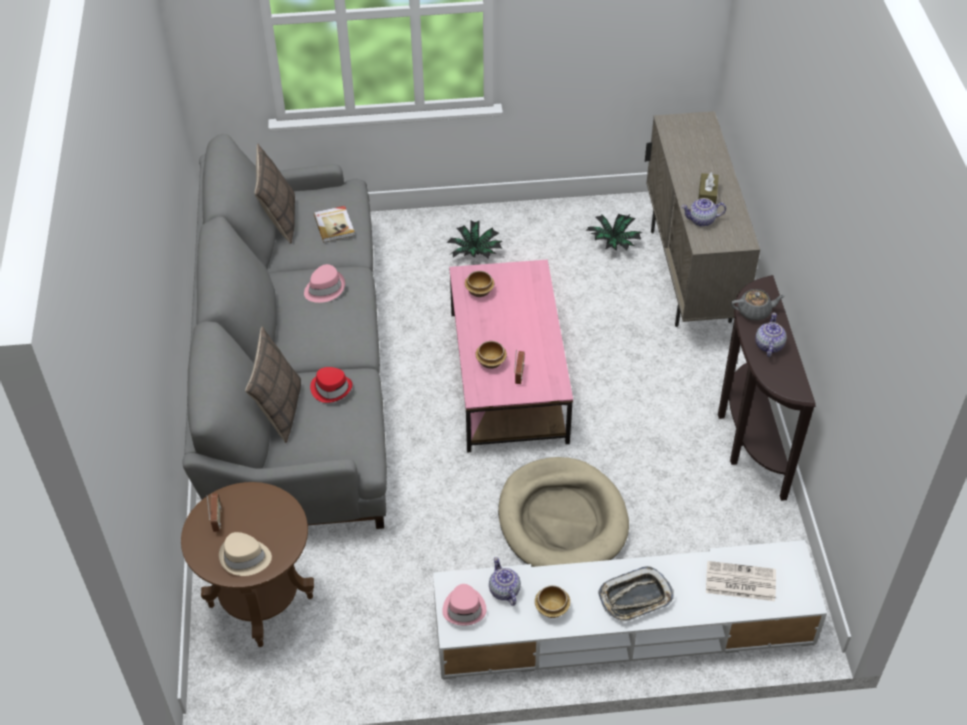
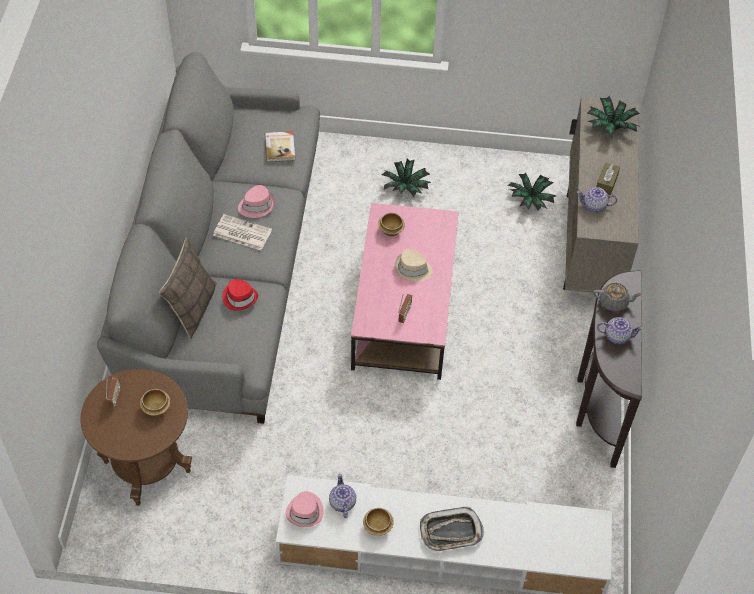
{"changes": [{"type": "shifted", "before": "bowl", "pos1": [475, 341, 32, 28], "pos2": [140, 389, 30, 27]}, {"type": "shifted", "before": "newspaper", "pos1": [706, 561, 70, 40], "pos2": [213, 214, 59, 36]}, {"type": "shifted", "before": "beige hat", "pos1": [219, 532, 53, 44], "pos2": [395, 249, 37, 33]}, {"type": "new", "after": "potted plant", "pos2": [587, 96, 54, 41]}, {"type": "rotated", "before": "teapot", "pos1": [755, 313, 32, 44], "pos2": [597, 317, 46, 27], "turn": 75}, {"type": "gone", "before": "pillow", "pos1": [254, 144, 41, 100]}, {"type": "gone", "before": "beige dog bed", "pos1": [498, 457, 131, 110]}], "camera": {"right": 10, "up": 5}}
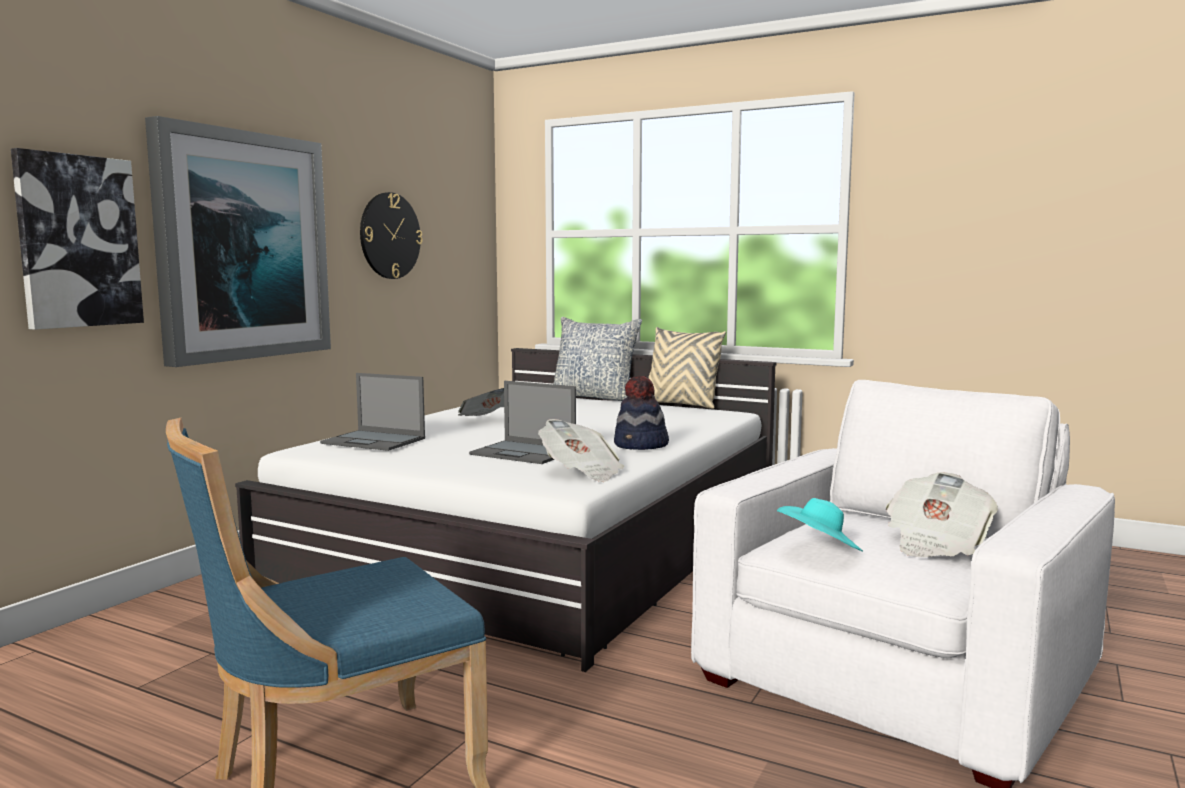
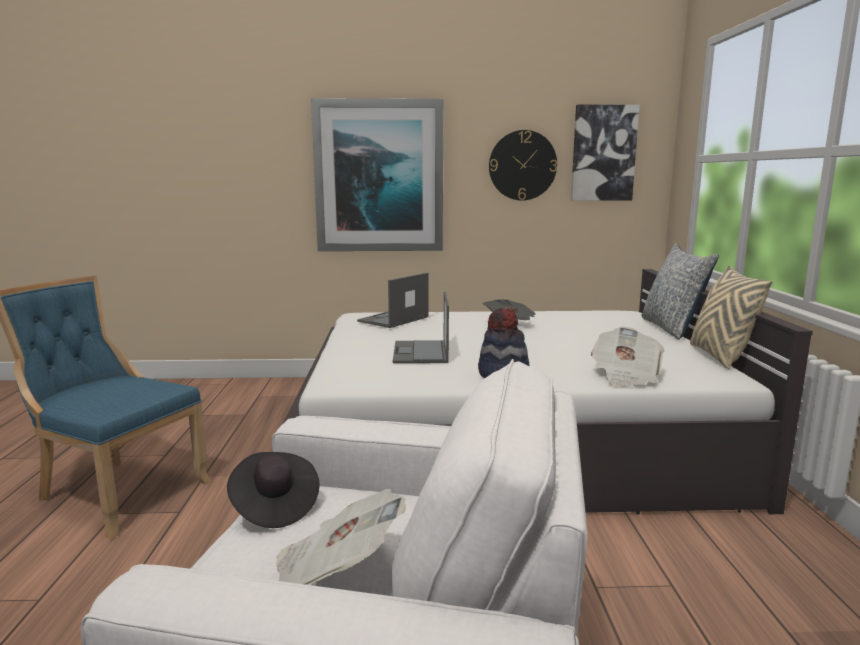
{"changes": [{"type": "repainted", "before": "turquoise hat", "after": "black hat", "pos1": [777, 498, 86, 54], "pos2": [227, 452, 92, 76]}, {"type": "rotated", "before": "laptop", "pos1": [320, 373, 105, 78], "pos2": [357, 273, 72, 55], "turn": 45}, {"type": "shifted", "before": "picture", "pos1": [11, 148, 133, 182], "pos2": [571, 104, 69, 96]}, {"type": "shifted", "before": "newspaper", "pos1": [538, 419, 86, 63], "pos2": [591, 327, 73, 60]}], "camera": {"right": 60, "up": 5}}
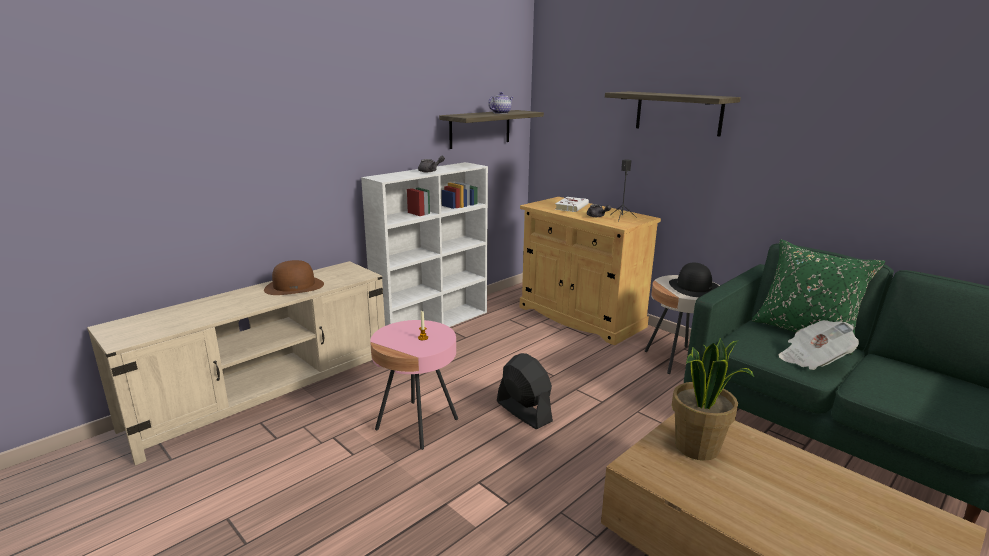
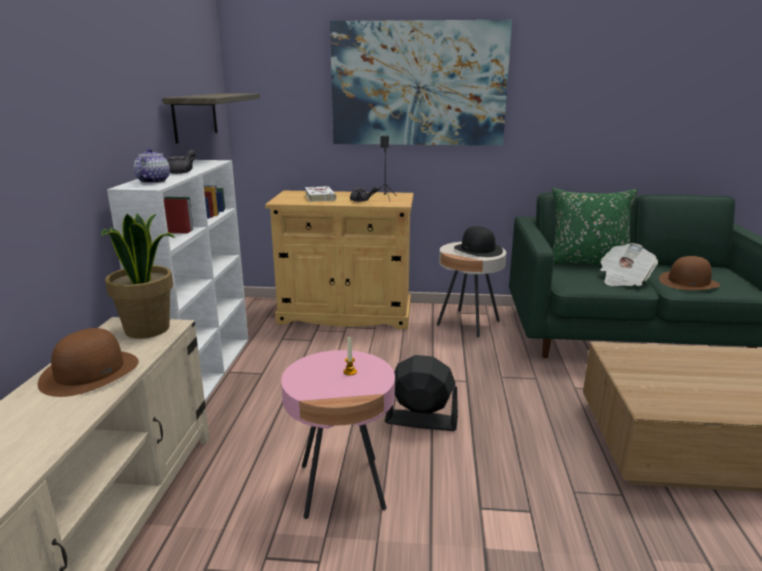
{"changes": [{"type": "shifted", "before": "potted plant", "pos1": [672, 338, 82, 123], "pos2": [101, 213, 74, 126]}, {"type": "shifted", "before": "teapot", "pos1": [488, 92, 25, 22], "pos2": [133, 148, 37, 35]}, {"type": "swapped", "before": "shelf", "after": "picture", "pos1": [605, 92, 136, 44], "pos2": [330, 20, 182, 126]}, {"type": "new", "after": "brown hat", "pos2": [659, 256, 61, 34]}], "camera": {"right": -40, "up": 0}}
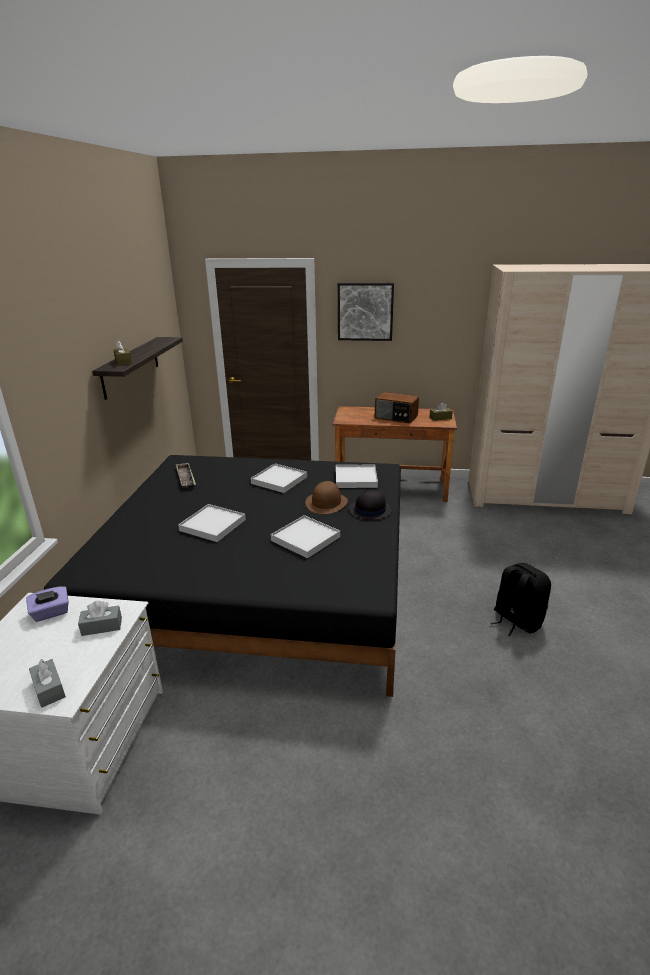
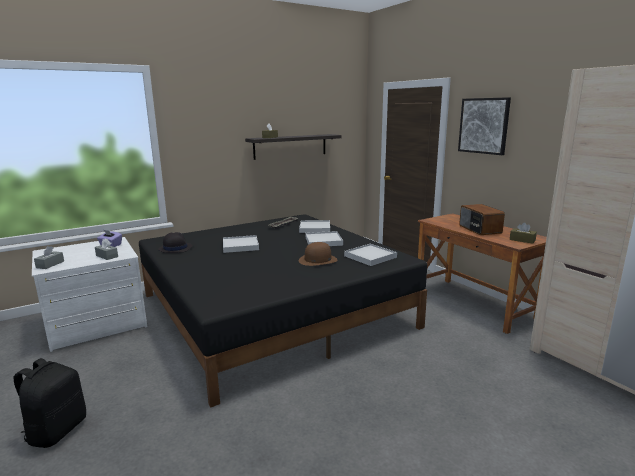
{"changes": [{"type": "shifted", "before": "black backpack", "pos1": [490, 563, 61, 74], "pos2": [14, 358, 72, 90]}, {"type": "shifted", "before": "black hat", "pos1": [349, 490, 43, 30], "pos2": [158, 232, 35, 21]}, {"type": "shifted", "before": "white tray", "pos1": [271, 515, 69, 44], "pos2": [299, 220, 31, 13]}], "camera": {"right": 50, "up": -10}}
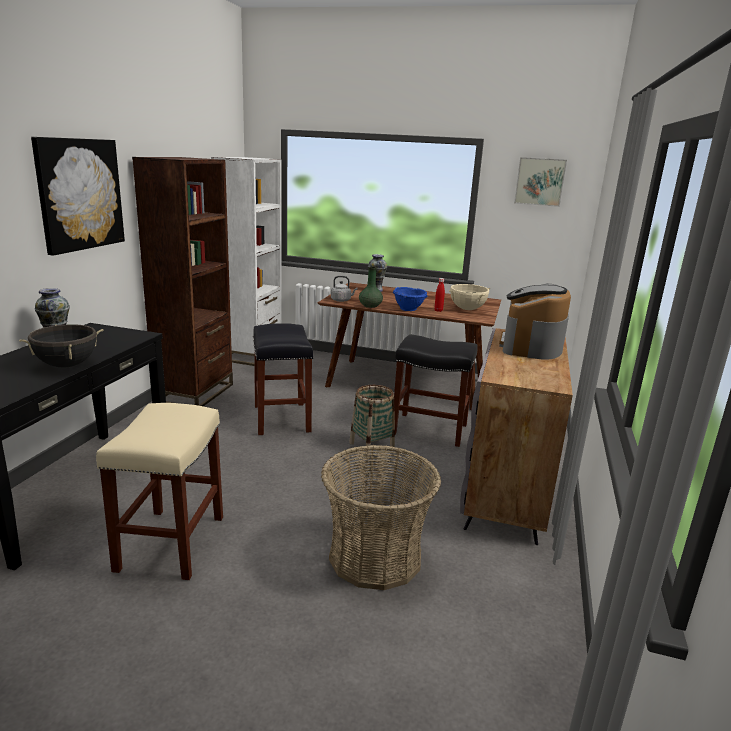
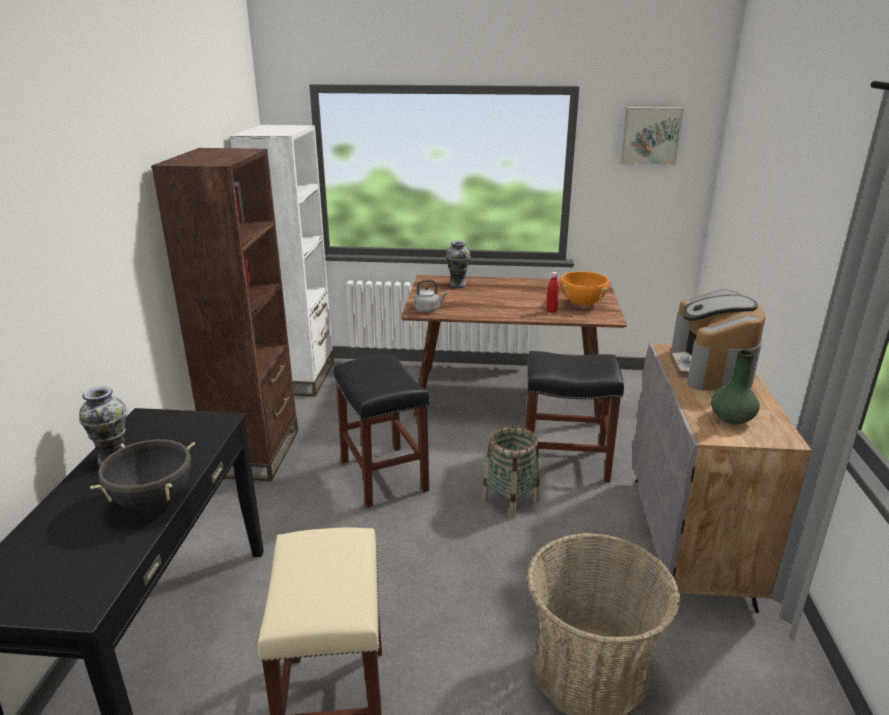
{"changes": [{"type": "repainted", "before": "beige cooking pot", "after": "orange cooking pot", "pos1": [449, 284, 41, 26], "pos2": [561, 271, 48, 35]}, {"type": "shifted", "before": "green vase", "pos1": [359, 267, 24, 41], "pos2": [711, 350, 49, 75]}, {"type": "gone", "before": "picture", "pos1": [31, 137, 94, 119]}, {"type": "gone", "before": "blue bowl", "pos1": [393, 287, 35, 24]}], "camera": {"right": -10, "up": 5}}
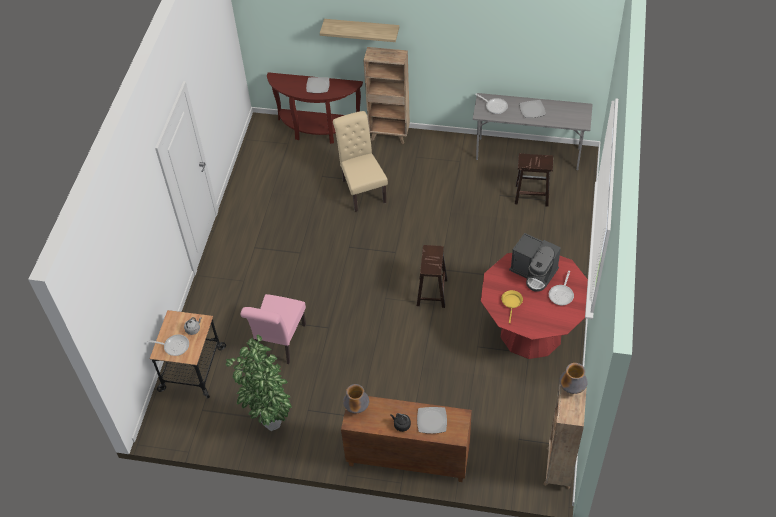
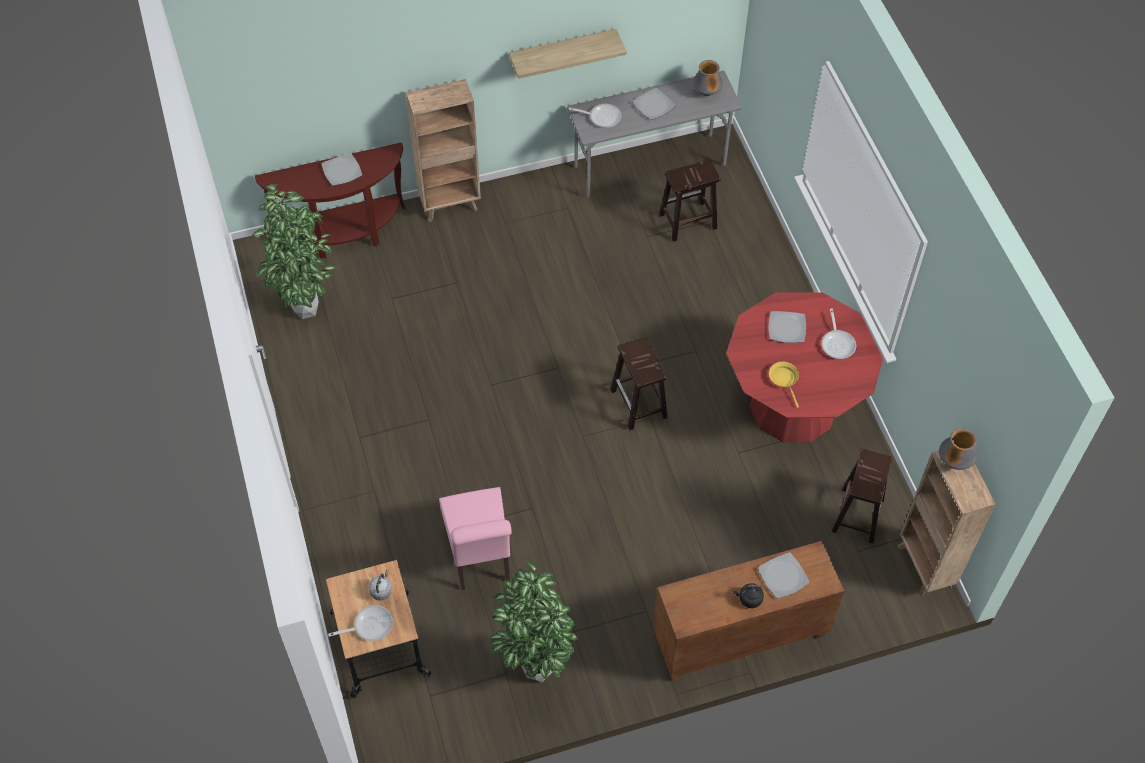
{"changes": [{"type": "new", "after": "potted plant", "pos2": [252, 184, 86, 135]}, {"type": "shifted", "before": "shelf", "pos1": [320, 19, 79, 23], "pos2": [509, 29, 118, 50]}, {"type": "shifted", "before": "vase", "pos1": [343, 384, 26, 29], "pos2": [693, 60, 30, 36]}, {"type": "swapped", "before": "coffee machine", "after": "plate", "pos1": [509, 233, 52, 59], "pos2": [768, 311, 38, 32]}, {"type": "new", "after": "brown stool", "pos2": [831, 449, 61, 95]}, {"type": "gone", "before": "beige chair", "pos1": [333, 111, 55, 101]}], "camera": {"right": -30, "up": 5}}
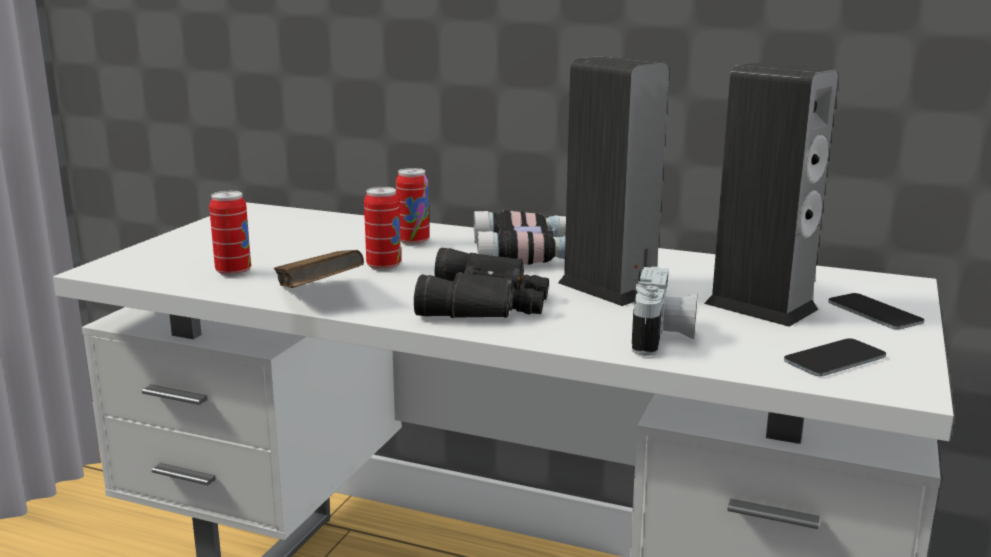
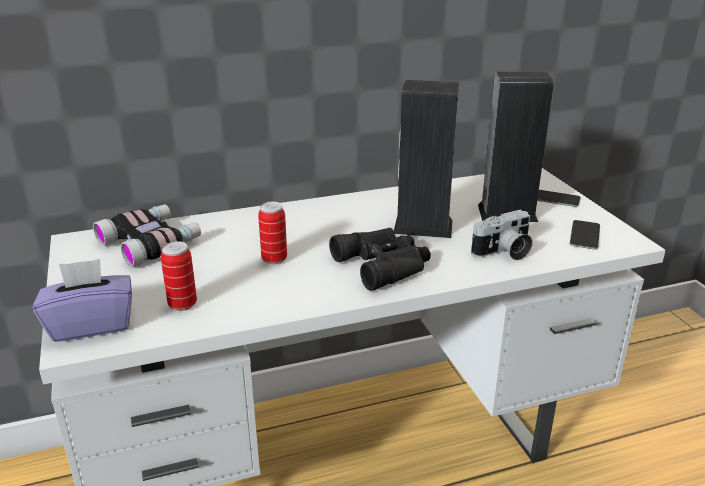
{"changes": [{"type": "new", "after": "purple tissue box", "pos2": [33, 259, 99, 83]}, {"type": "shifted", "before": "binoculars", "pos1": [474, 210, 92, 55], "pos2": [93, 204, 108, 64]}, {"type": "rotated", "before": "photo camera", "pos1": [632, 266, 66, 90], "pos2": [471, 210, 61, 50], "turn": 90}, {"type": "gone", "before": "brown book", "pos1": [274, 250, 90, 38]}, {"type": "gone", "before": "can", "pos1": [396, 168, 33, 77]}], "camera": {"right": -40, "up": 10}}
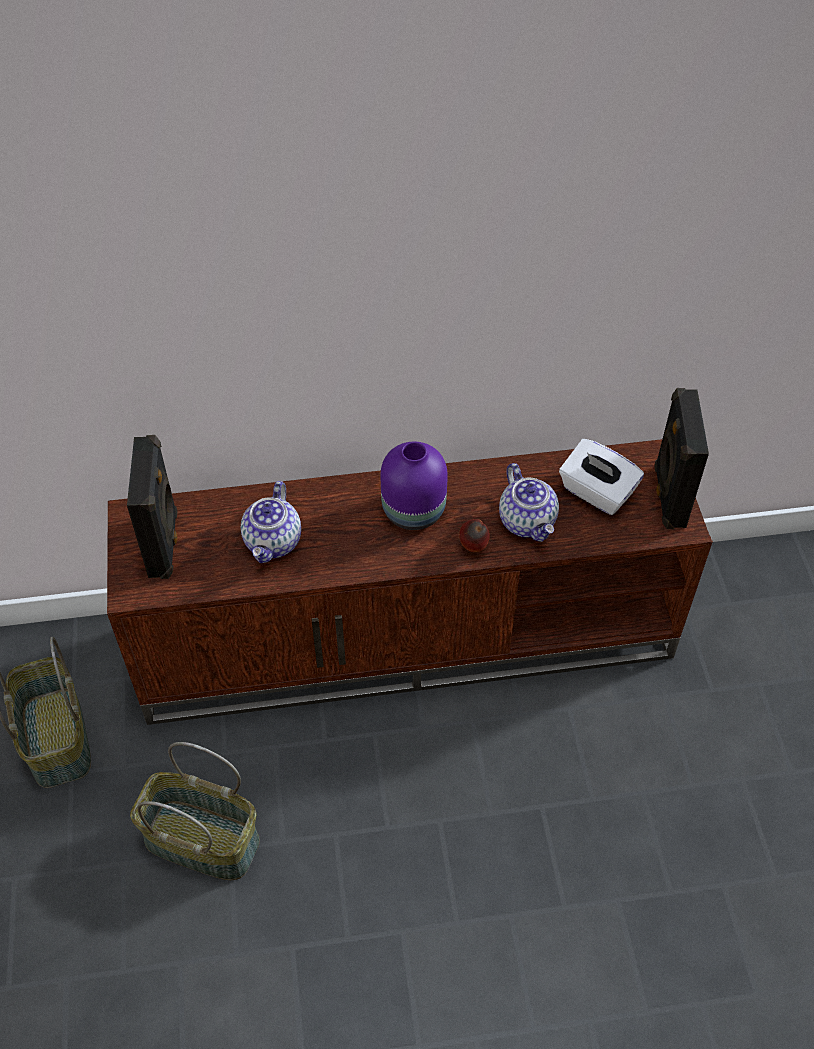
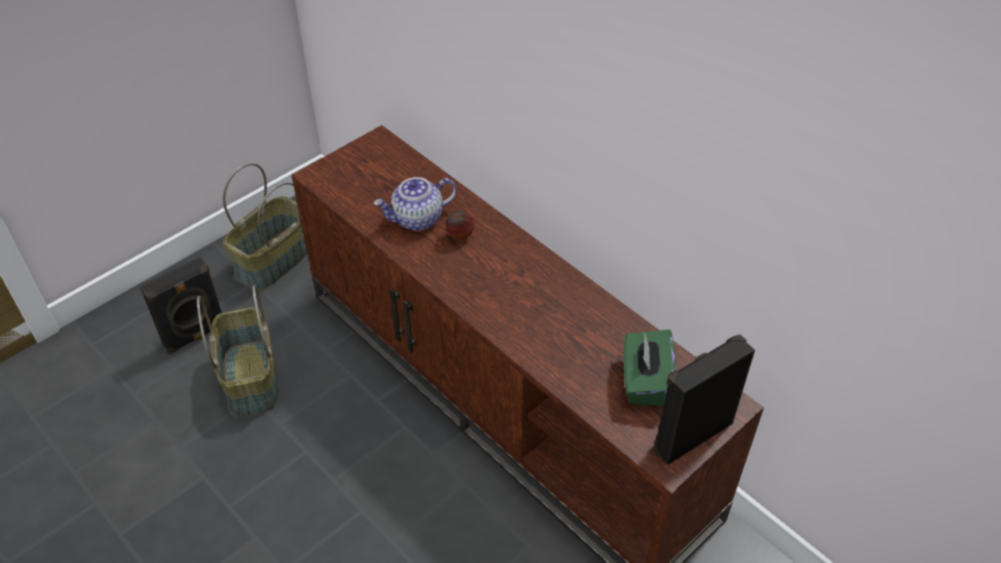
{"changes": [{"type": "shifted", "before": "black speaker", "pos1": [127, 435, 50, 144], "pos2": [140, 257, 82, 98]}, {"type": "shifted", "before": "apple", "pos1": [459, 519, 31, 33], "pos2": [446, 210, 28, 30]}, {"type": "repainted", "before": "white tissue box", "after": "green tissue box", "pos1": [559, 439, 85, 76], "pos2": [624, 329, 52, 77]}, {"type": "gone", "before": "purple vase", "pos1": [381, 442, 67, 88]}, {"type": "gone", "before": "teapot", "pos1": [499, 463, 60, 79]}], "camera": {"right": 55, "up": -5}}
